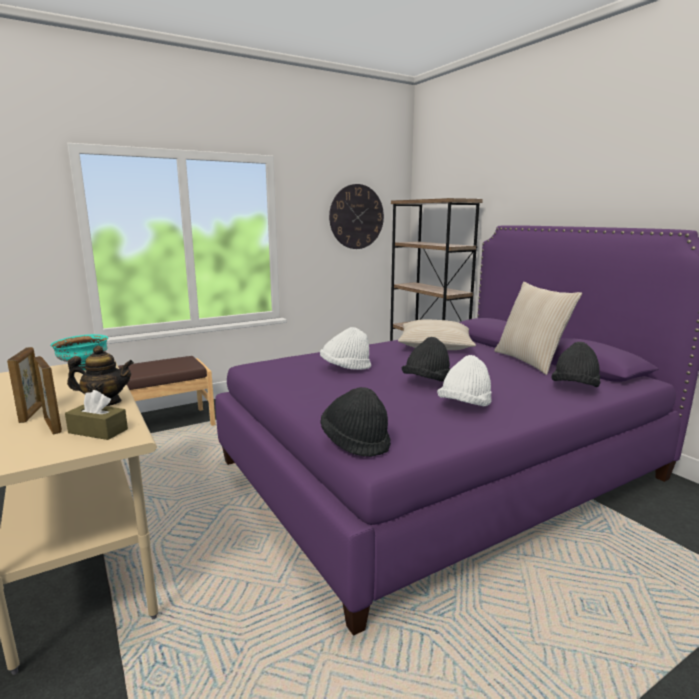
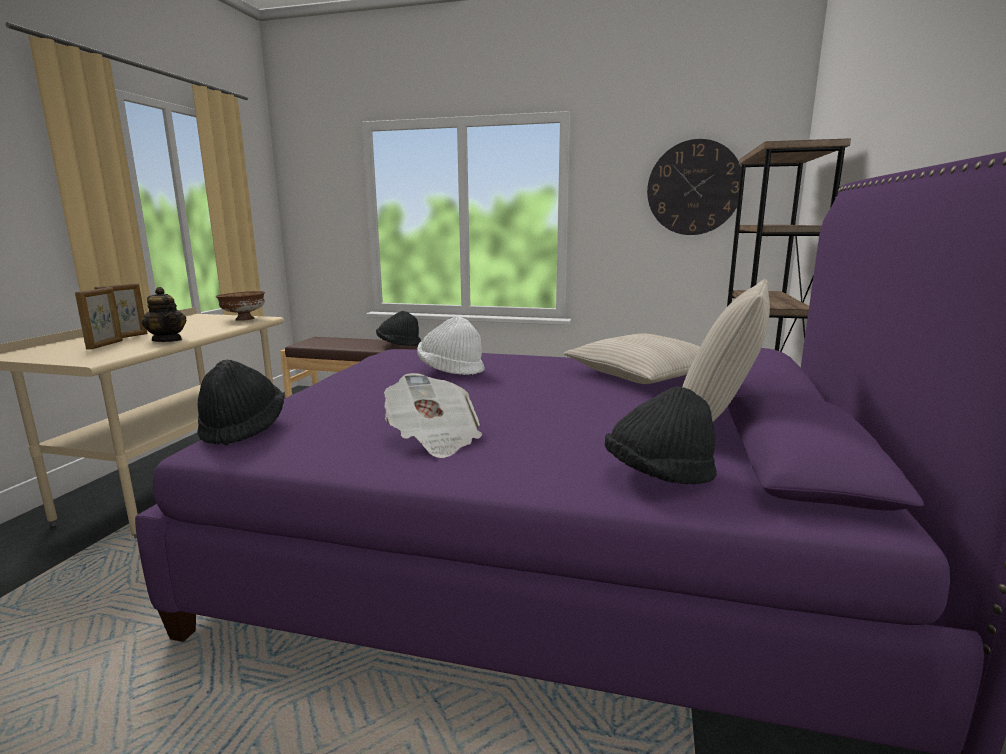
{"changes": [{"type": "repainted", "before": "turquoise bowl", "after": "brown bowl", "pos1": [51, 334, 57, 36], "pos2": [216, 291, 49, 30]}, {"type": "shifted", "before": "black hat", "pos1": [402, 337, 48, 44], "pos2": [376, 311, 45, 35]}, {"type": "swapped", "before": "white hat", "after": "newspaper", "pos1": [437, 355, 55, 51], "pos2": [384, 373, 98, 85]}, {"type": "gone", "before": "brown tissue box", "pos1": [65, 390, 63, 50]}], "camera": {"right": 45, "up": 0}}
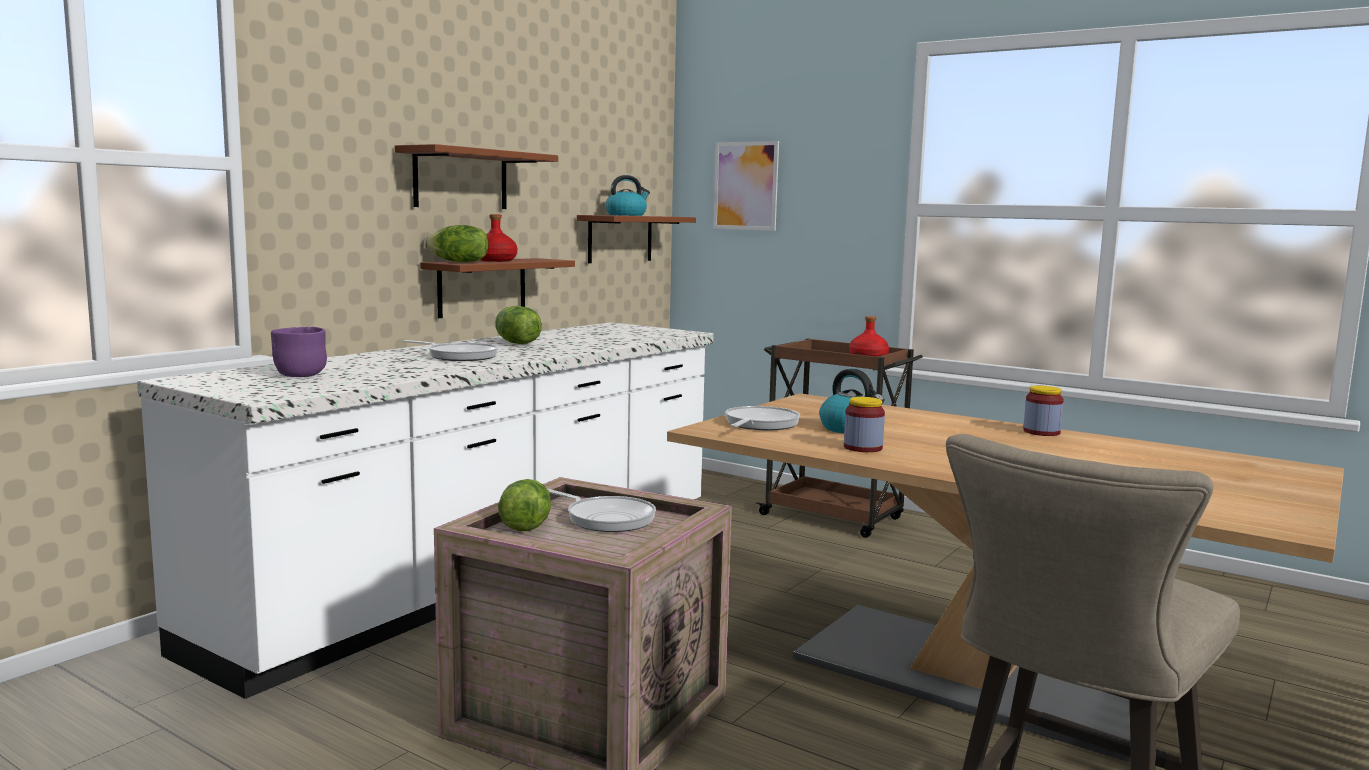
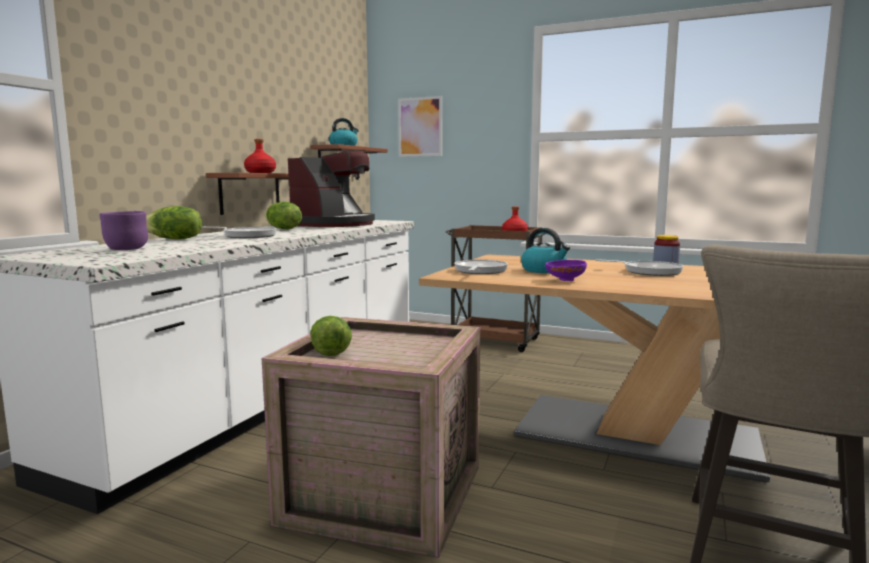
{"changes": [{"type": "shifted", "before": "lettuce", "pos1": [425, 225, 64, 37], "pos2": [146, 206, 56, 34]}, {"type": "new", "after": "coffee machine", "pos2": [288, 151, 87, 76]}, {"type": "swapped", "before": "jar", "after": "purple bowl", "pos1": [844, 397, 41, 55], "pos2": [545, 260, 42, 21]}, {"type": "shifted", "before": "frying pan", "pos1": [547, 489, 109, 43], "pos2": [596, 259, 88, 17]}, {"type": "gone", "before": "brown shelf", "pos1": [395, 144, 163, 65]}], "camera": {"right": -10, "up": 0}}
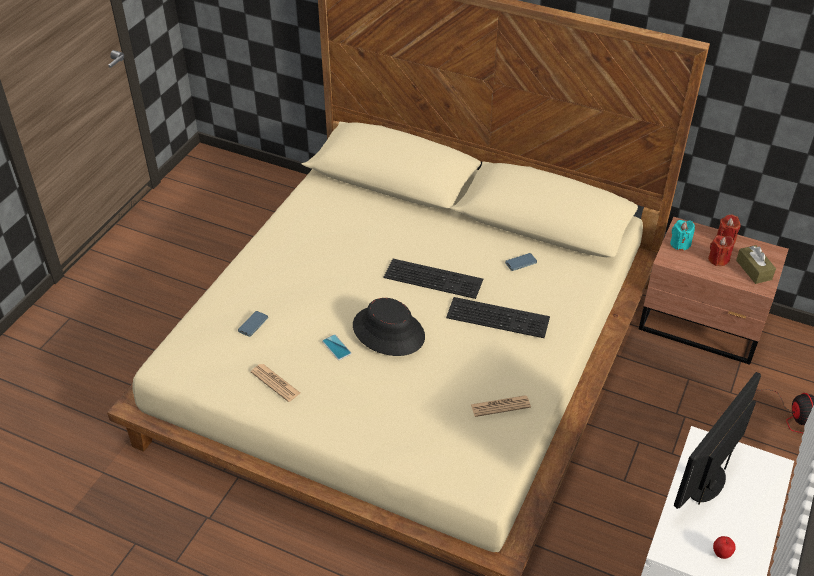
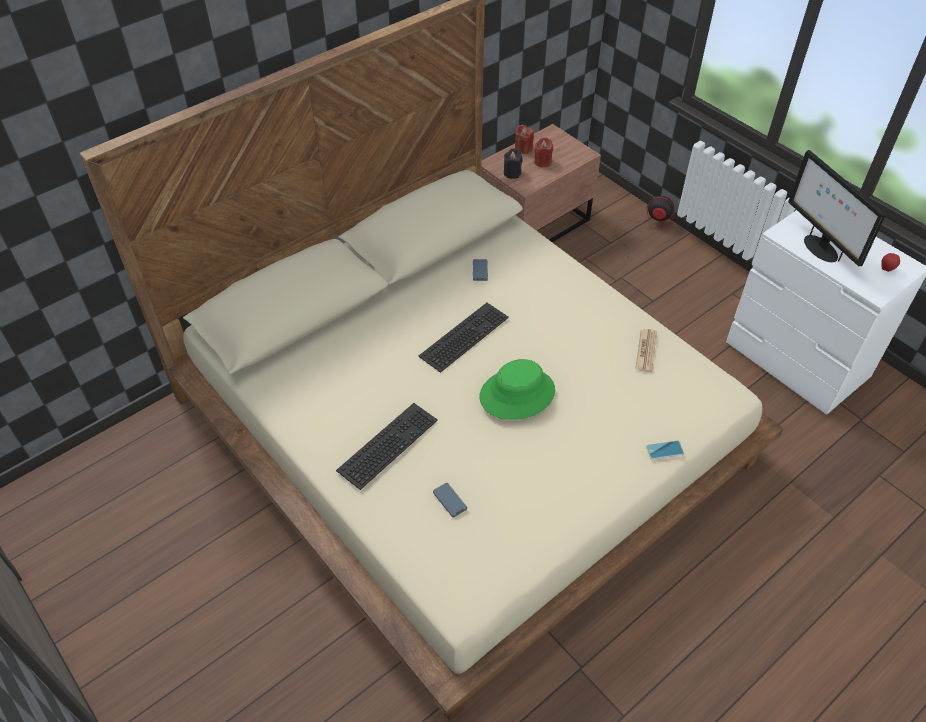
{"changes": [{"type": "shifted", "before": "keyboard", "pos1": [446, 297, 104, 41], "pos2": [336, 403, 102, 87]}, {"type": "repainted", "before": "black hat", "after": "green hat", "pos1": [353, 298, 72, 58], "pos2": [479, 359, 76, 61]}, {"type": "repainted", "before": "turquoise candle", "after": "black candle", "pos1": [670, 220, 25, 30], "pos2": [504, 149, 18, 30]}, {"type": "shifted", "before": "phone", "pos1": [322, 334, 30, 26], "pos2": [646, 440, 38, 20]}, {"type": "gone", "before": "newspaper", "pos1": [251, 364, 49, 38]}, {"type": "gone", "before": "brown tissue box", "pos1": [736, 245, 40, 39]}], "camera": {"right": -65, "up": 5}}
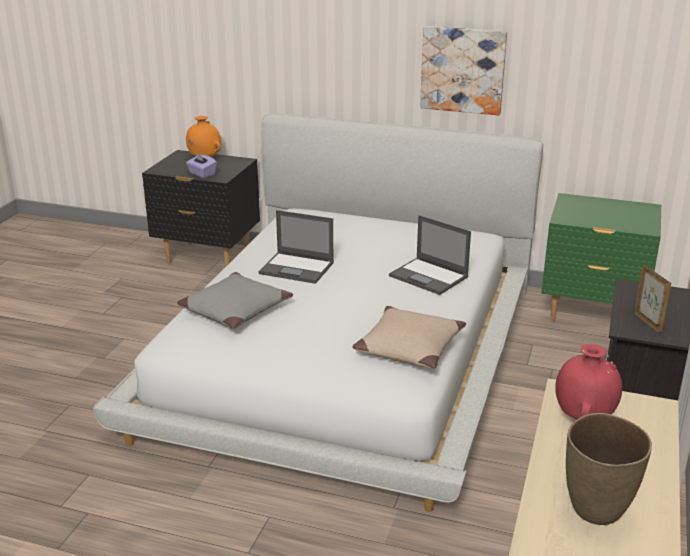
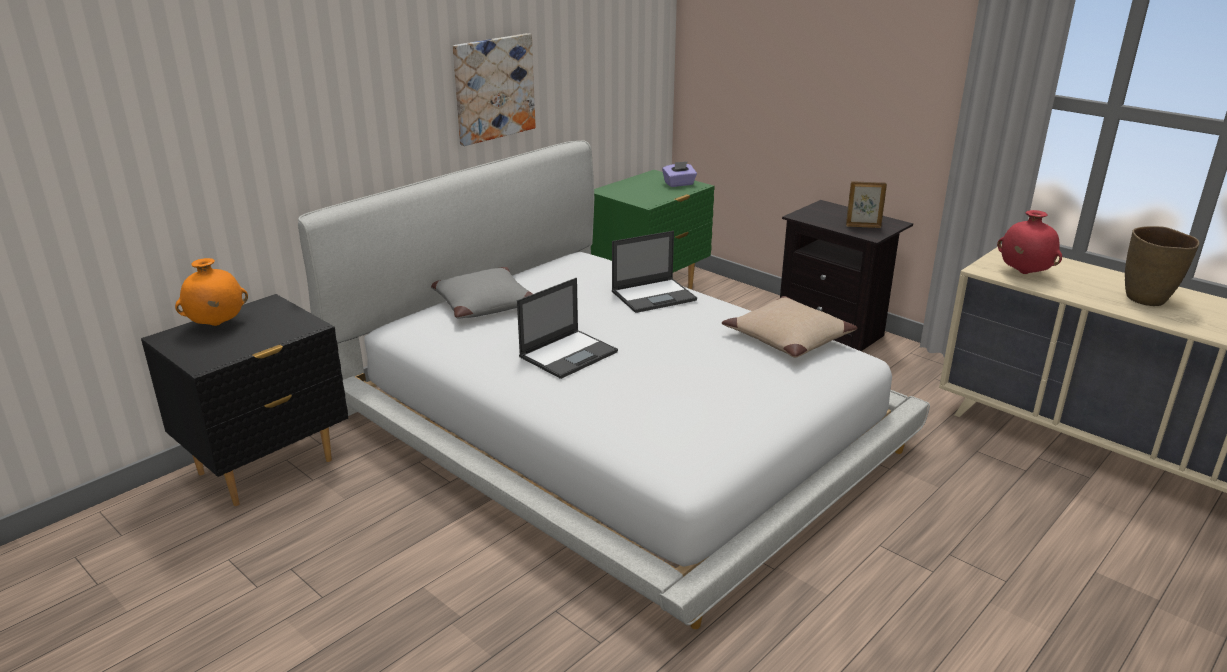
{"changes": [{"type": "shifted", "before": "grey pillow", "pos1": [177, 272, 116, 57], "pos2": [431, 267, 101, 52]}, {"type": "shifted", "before": "purple tissue box", "pos1": [186, 153, 31, 25], "pos2": [662, 161, 35, 26]}], "camera": {"right": -65, "up": 0}}
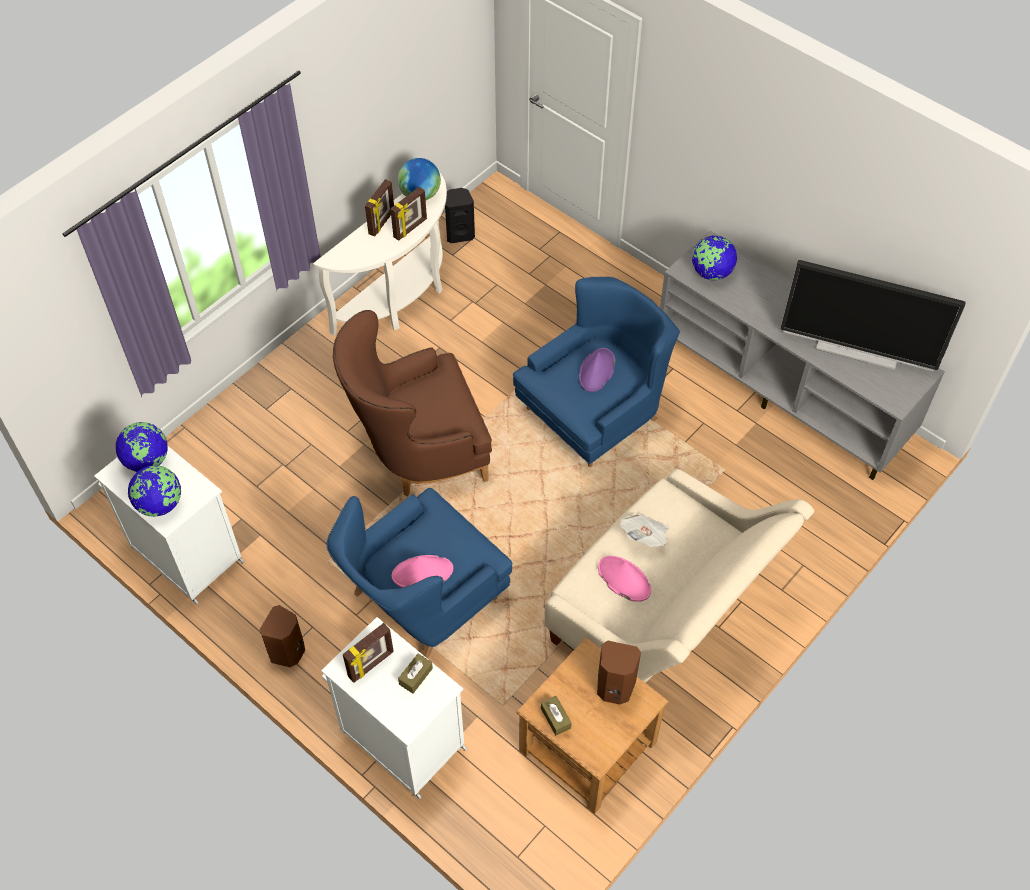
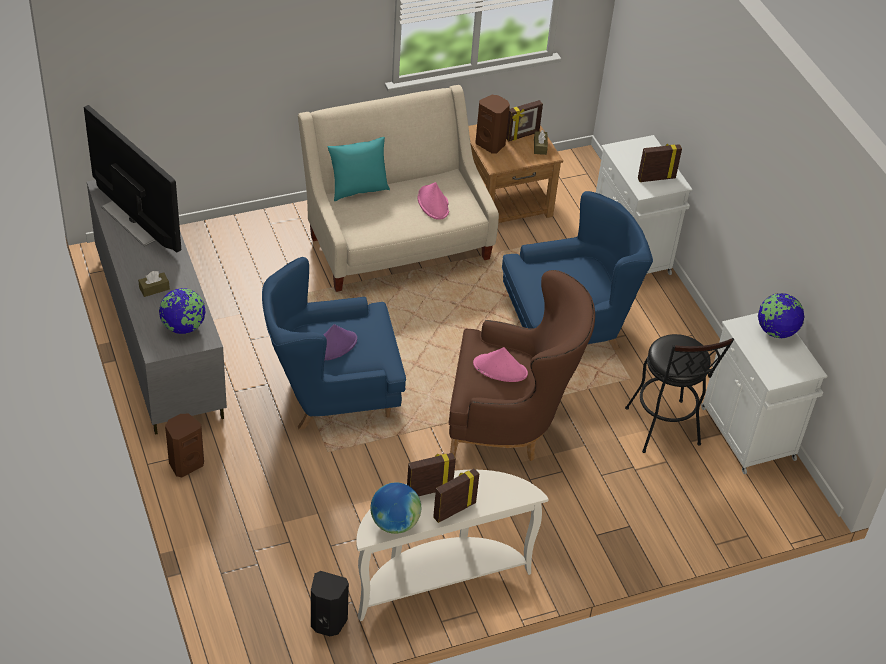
{"changes": [{"type": "shifted", "before": "brown tissue box", "pos1": [398, 654, 35, 39], "pos2": [138, 271, 32, 26]}, {"type": "shifted", "before": "brown speaker", "pos1": [259, 605, 46, 62], "pos2": [165, 414, 39, 63]}, {"type": "new", "after": "turquoise pillow", "pos2": [328, 137, 62, 64]}, {"type": "shifted", "before": "pink hat", "pos1": [392, 555, 61, 33], "pos2": [473, 347, 55, 35]}, {"type": "new", "after": "picture frame", "pos2": [506, 100, 37, 42]}, {"type": "new", "after": "black stool", "pos2": [625, 334, 109, 119]}, {"type": "gone", "before": "globe", "pos1": [116, 422, 52, 50]}, {"type": "gone", "before": "newspaper", "pos1": [620, 513, 49, 34]}], "camera": {"right": -155, "up": -10}}
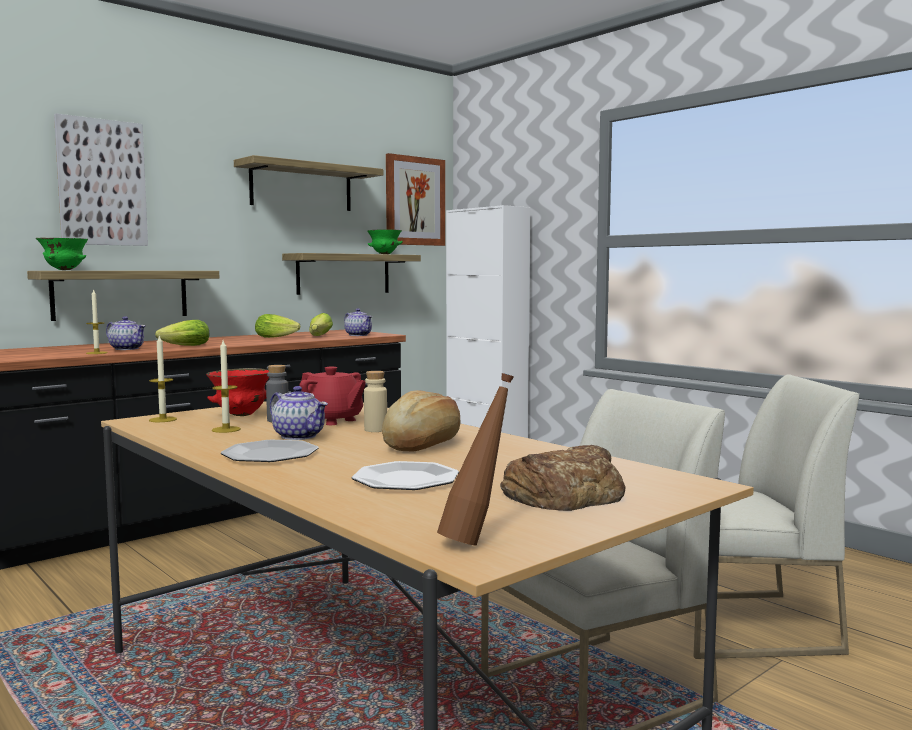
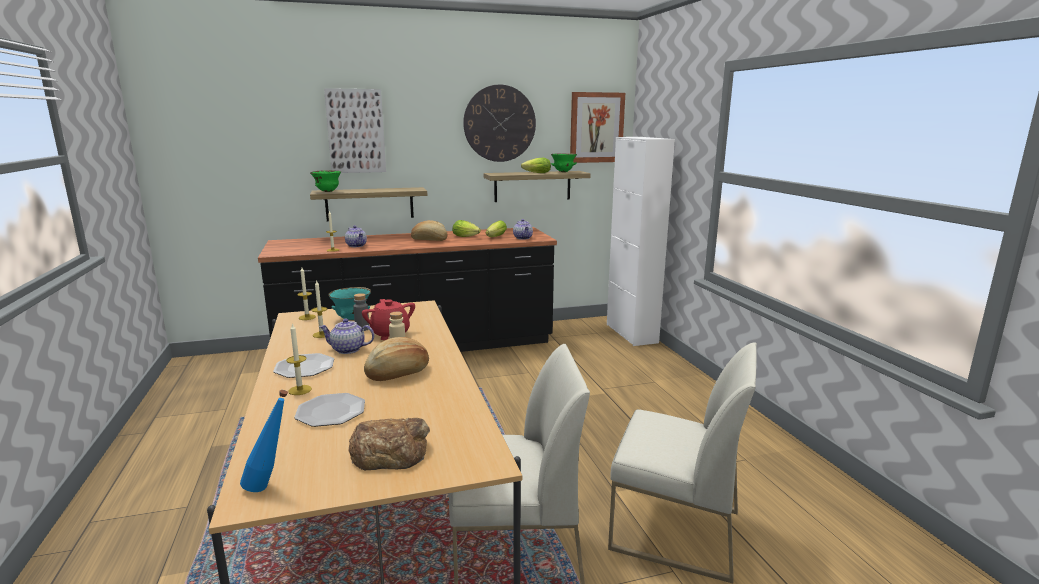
{"changes": [{"type": "repainted", "before": "brown bottle", "after": "blue bottle", "pos1": [437, 373, 76, 172], "pos2": [240, 390, 48, 102]}, {"type": "new", "after": "candle", "pos2": [286, 324, 26, 71]}, {"type": "rotated", "before": "teapot", "pos1": [270, 386, 58, 54], "pos2": [319, 319, 55, 35], "turn": 120}, {"type": "repainted", "before": "red bowl", "after": "turquoise bowl", "pos1": [206, 368, 63, 48], "pos2": [328, 287, 43, 34]}, {"type": "new", "after": "bread", "pos2": [411, 220, 36, 21]}, {"type": "swapped", "before": "shelf", "after": "wall clock", "pos1": [234, 155, 149, 56], "pos2": [463, 85, 73, 77]}, {"type": "shifted", "before": "lettuce", "pos1": [155, 320, 54, 26], "pos2": [521, 158, 30, 15]}], "camera": {"right": 25, "up": 10}}
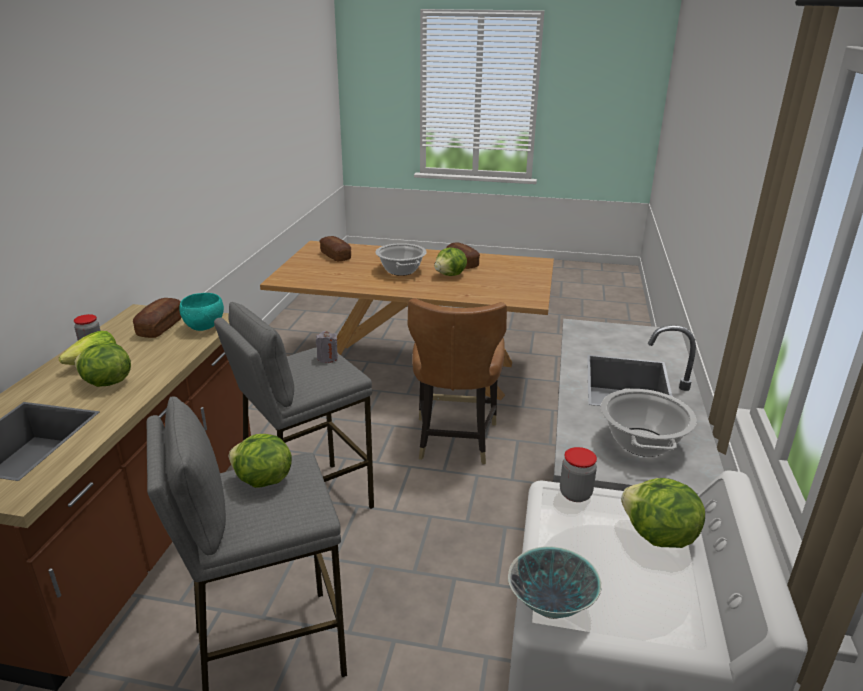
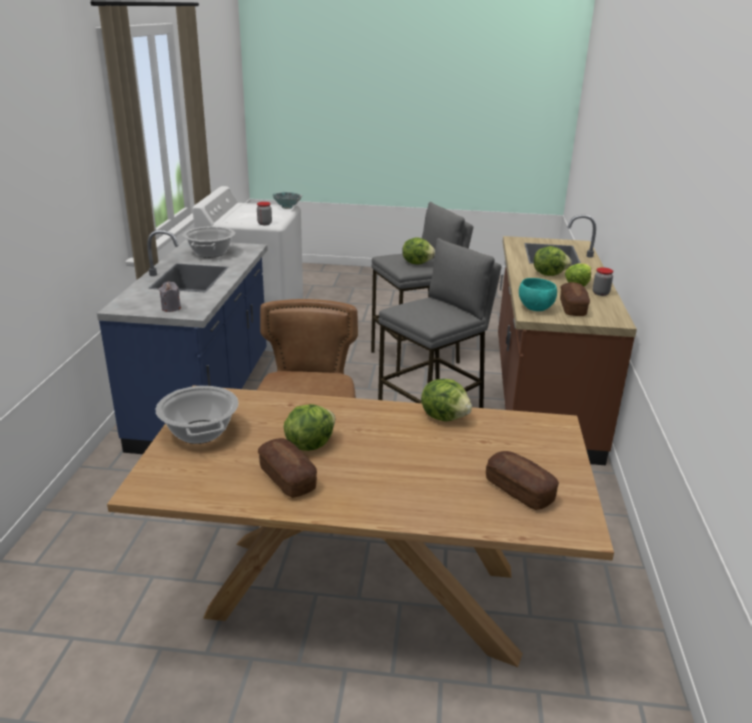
{"changes": [{"type": "shifted", "before": "cooking pot", "pos1": [375, 243, 52, 33], "pos2": [156, 386, 83, 58]}, {"type": "shifted", "before": "grey candle", "pos1": [316, 331, 22, 32], "pos2": [159, 282, 22, 30]}, {"type": "shifted", "before": "lettuce", "pos1": [621, 478, 84, 70], "pos2": [421, 379, 51, 42]}], "camera": {"right": 175, "up": 0}}
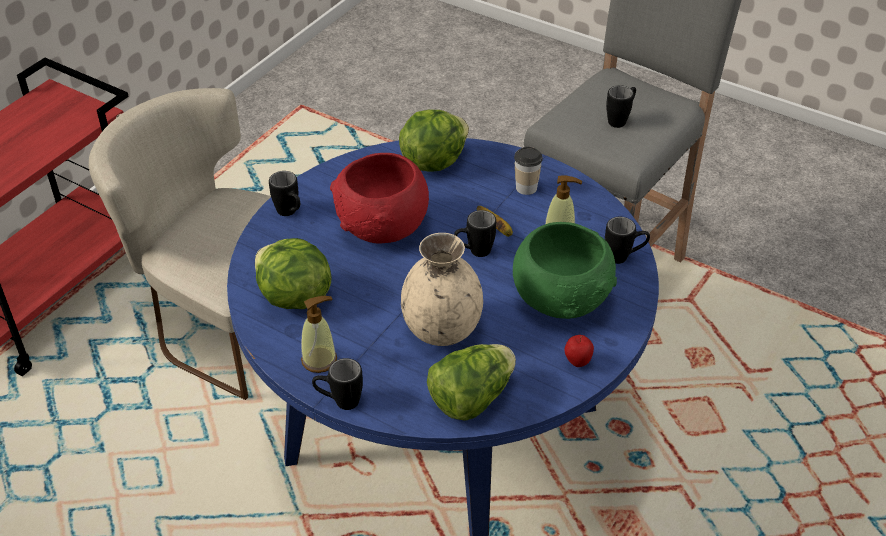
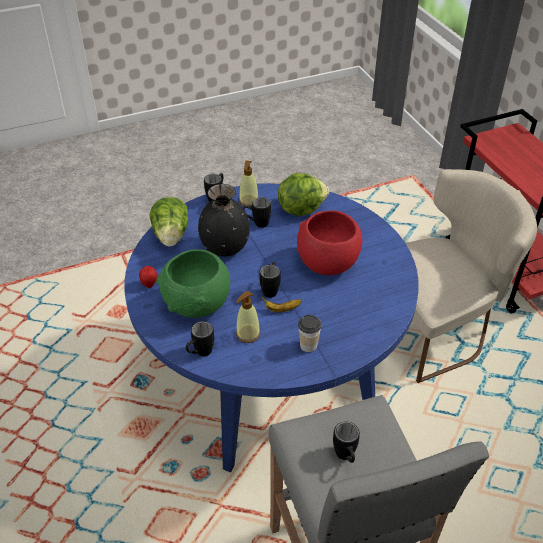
{"changes": [{"type": "repainted", "before": "beige vase", "after": "black vase", "pos1": [401, 233, 82, 113], "pos2": [198, 184, 52, 73]}, {"type": "shifted", "before": "black mug", "pos1": [269, 171, 31, 45], "pos2": [243, 197, 28, 31]}, {"type": "gone", "before": "lettuce", "pos1": [399, 110, 70, 62]}], "camera": {"right": 125, "up": 0}}
